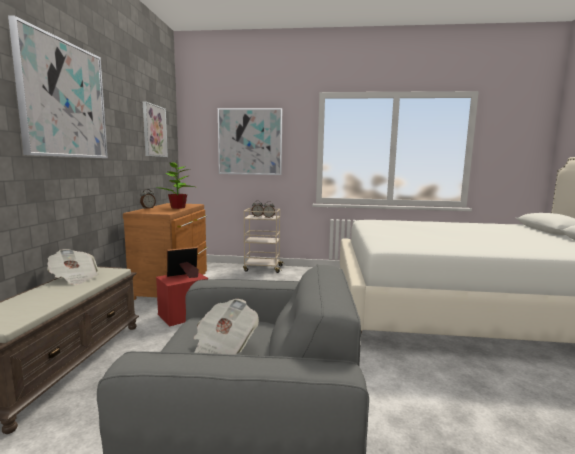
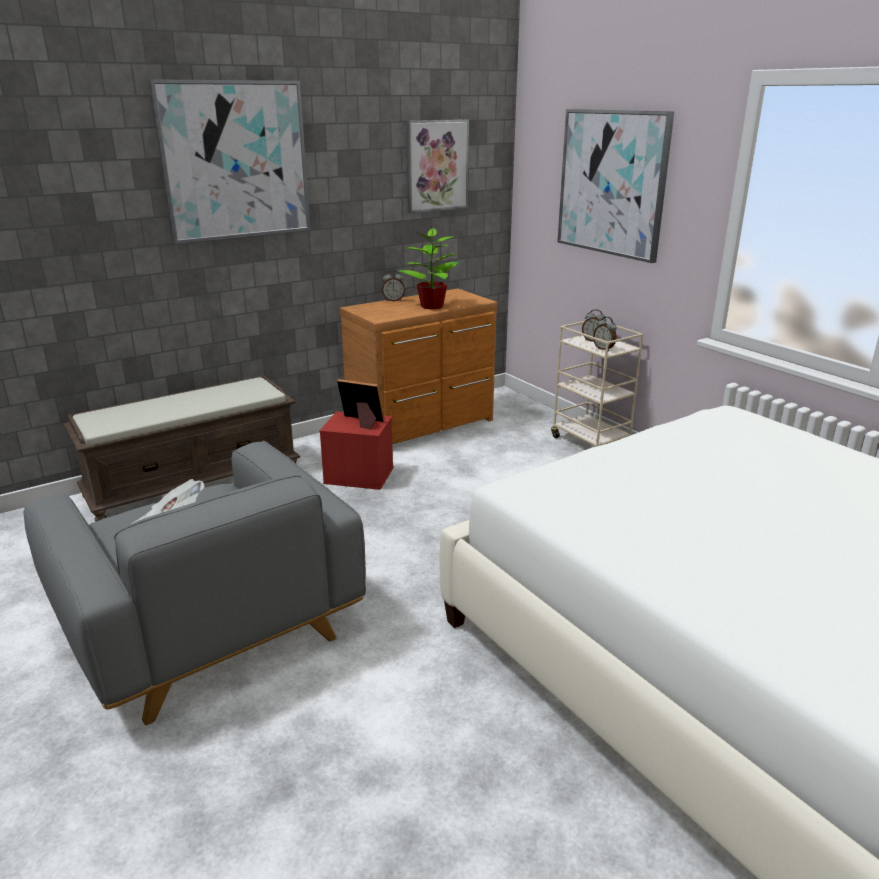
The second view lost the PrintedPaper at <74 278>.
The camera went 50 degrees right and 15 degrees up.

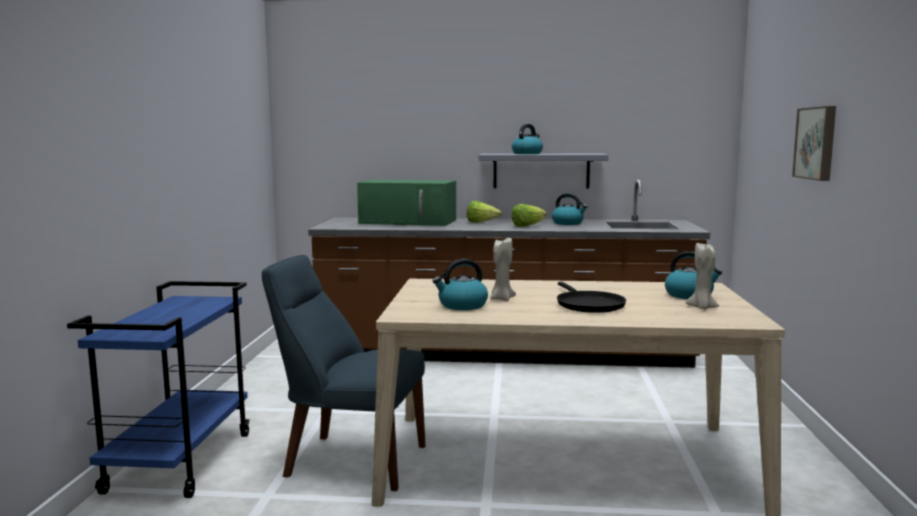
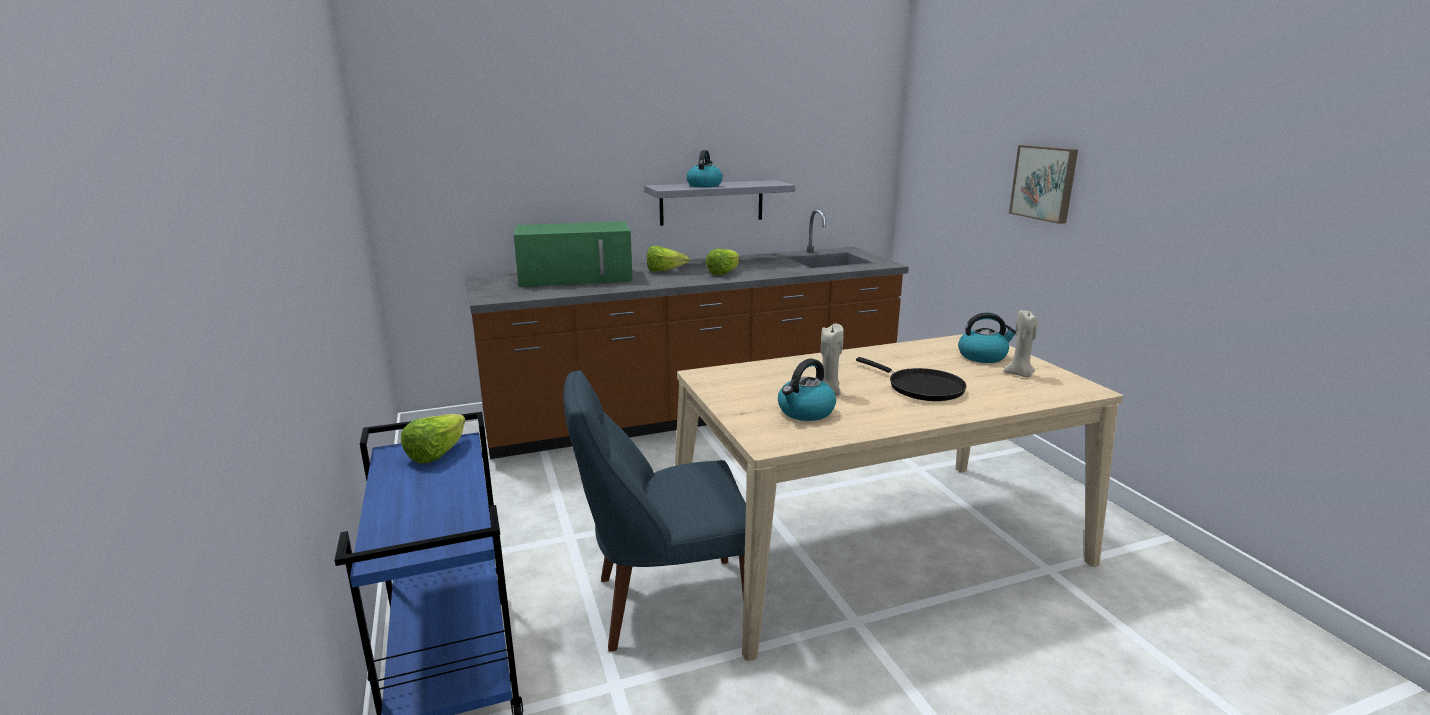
The second view lost the TeaKettle at <568 223>.
The second view gained the Lettuce at <437 454>.
The camera went 25 degrees left and 10 degrees up.

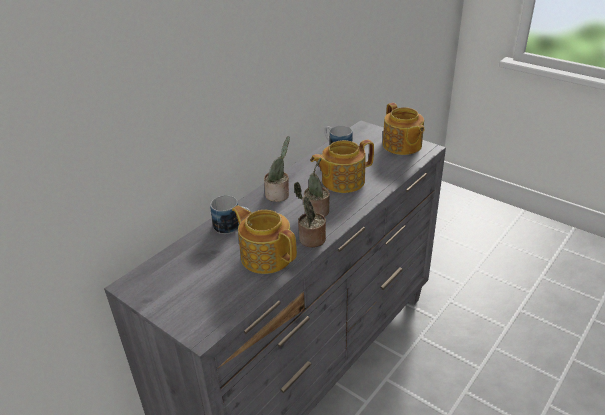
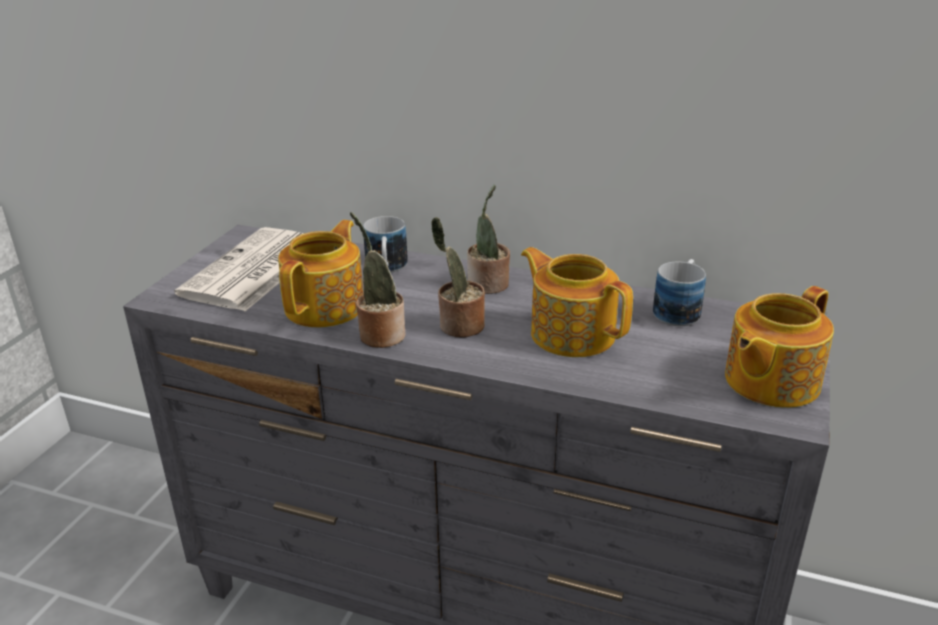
The second view gained the PrintedPaper at <253 271>.
The camera went 70 degrees right and 5 degrees down.

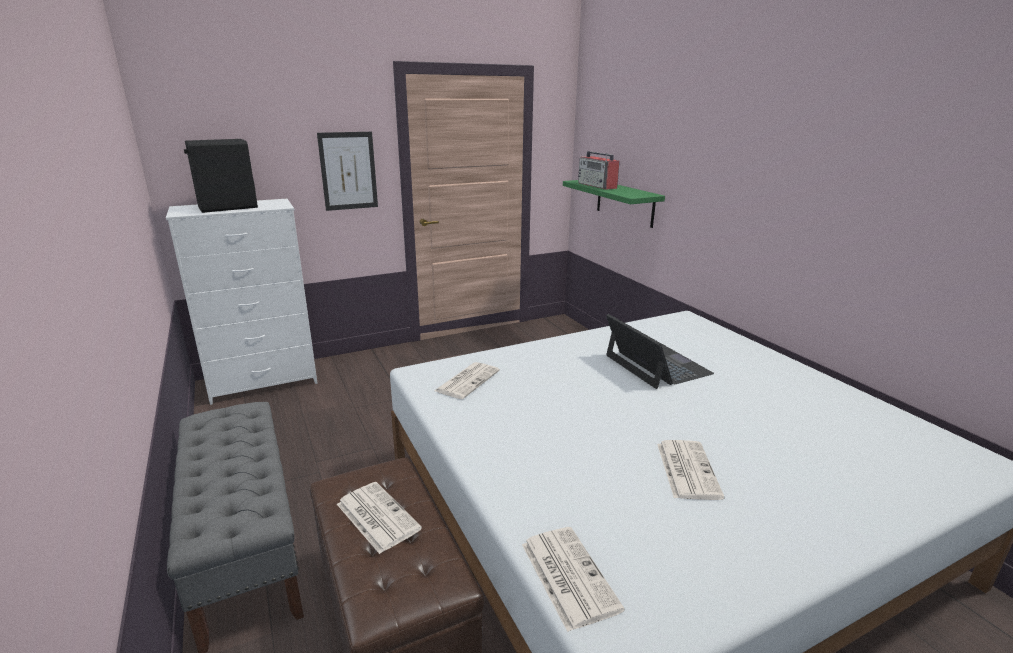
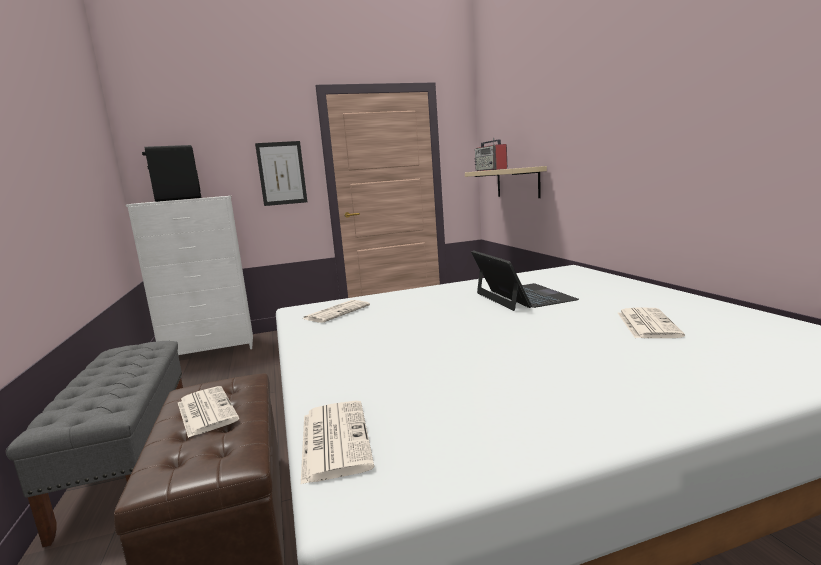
What was the GreenishBracketShelf at <625 202> turned into the BeigeBracketShelf at <517 182>.
The PrintedPaper ended up elsewhere, having gone from <686 469> to <646 324>.
The camera went 10 degrees right and 10 degrees down.

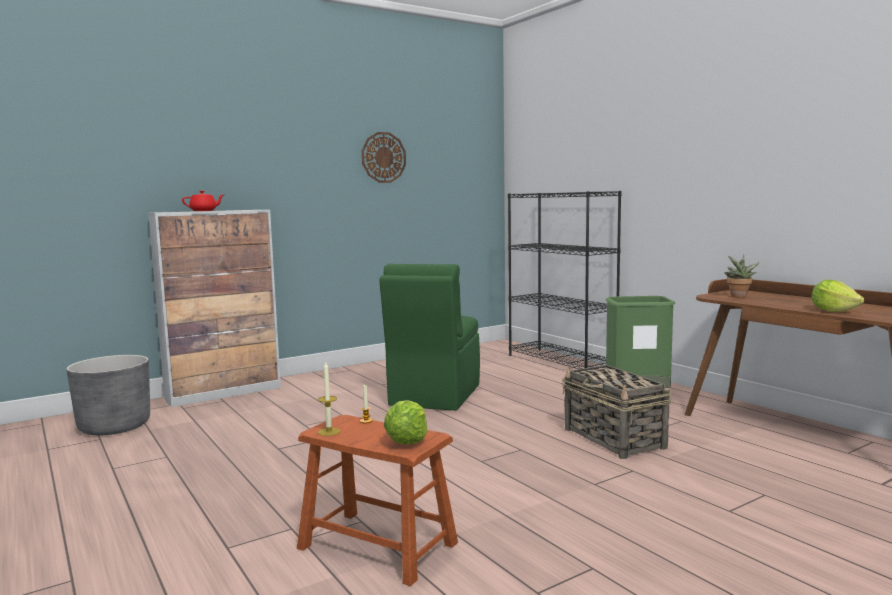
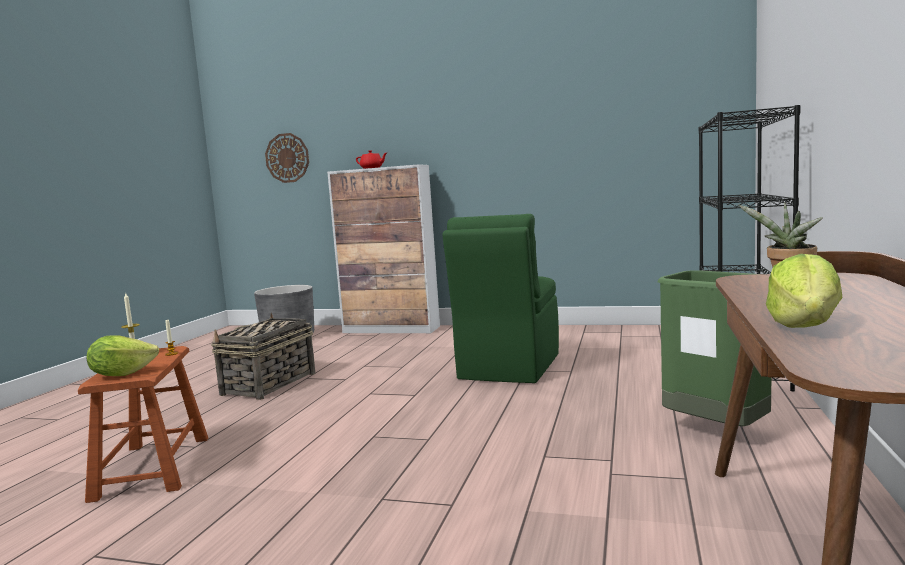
The HangingClock ended up elsewhere, having gone from <383 157> to <287 158>.
The GreenishPlainChair at <434 396> ended up facing another way, 45 degrees counterclockwise from before.
The Basket ended up elsewhere, having gone from <614 439> to <268 384>.
The camera went 50 degrees right and 0 degrees up.

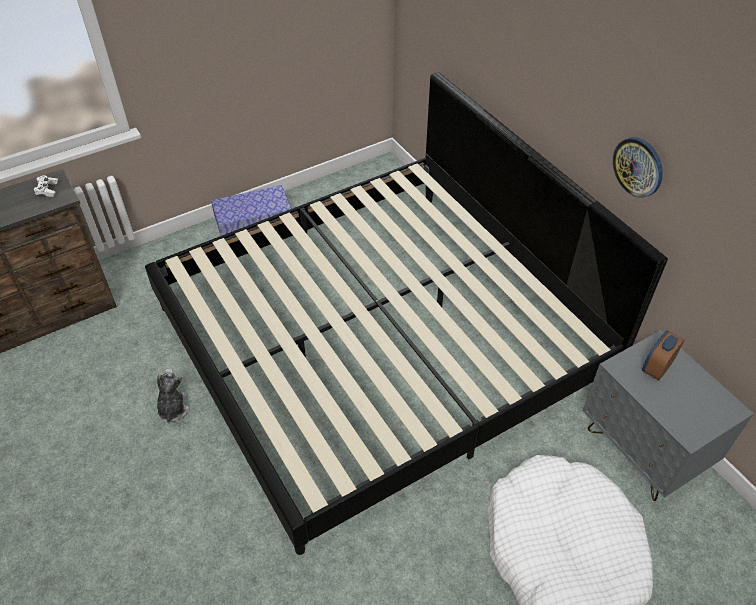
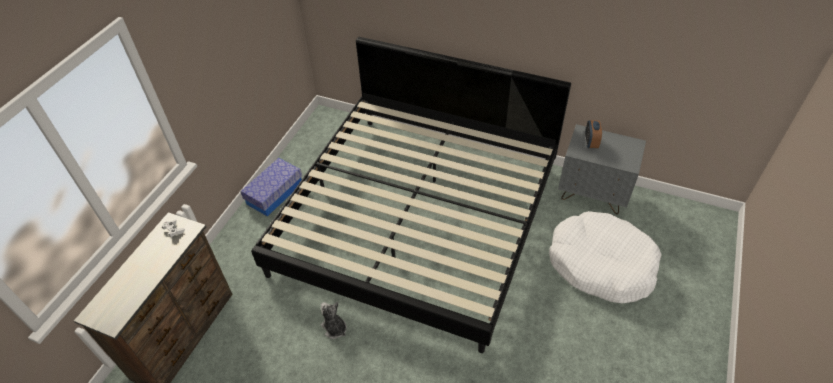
The second view lost the HangingClock at <638 166>.
The camera went 35 degrees left and 0 degrees up.

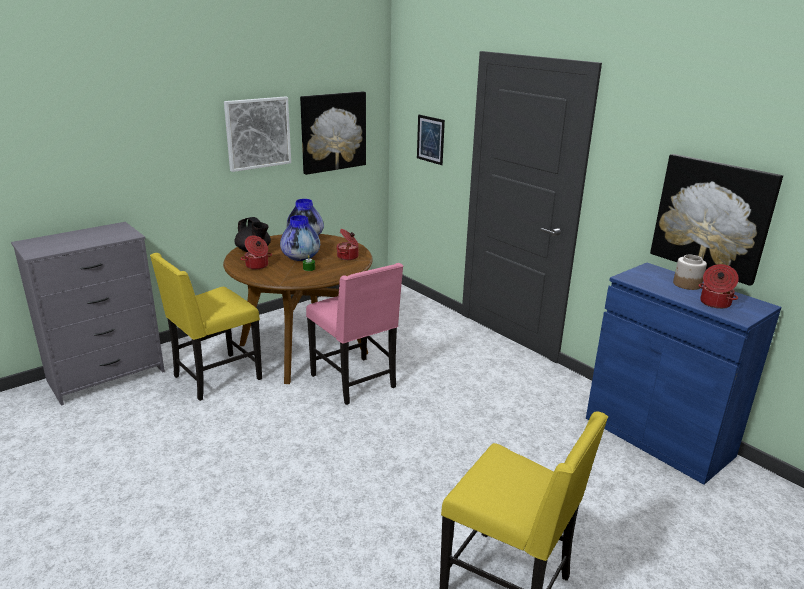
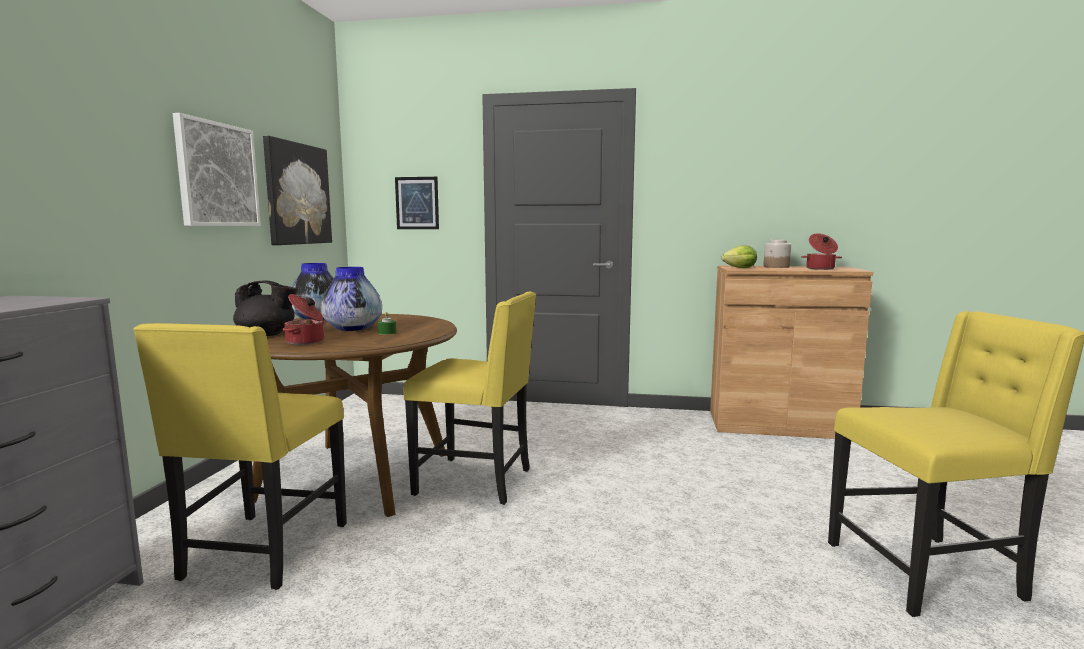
What was the PinkPlainChair at <355 382> turned into the YellowishPlainChair at <476 481>.
The second view lost the Saucepot at <348 257>.
What was the BlueStorageCabinet at <658 436> turned into the BrownishStorageCabinet at <778 425>.
The second view lost the WallPicture at <712 217>.
The second view gained the Lettuce at <738 268>.
The camera went 40 degrees left and 15 degrees down.

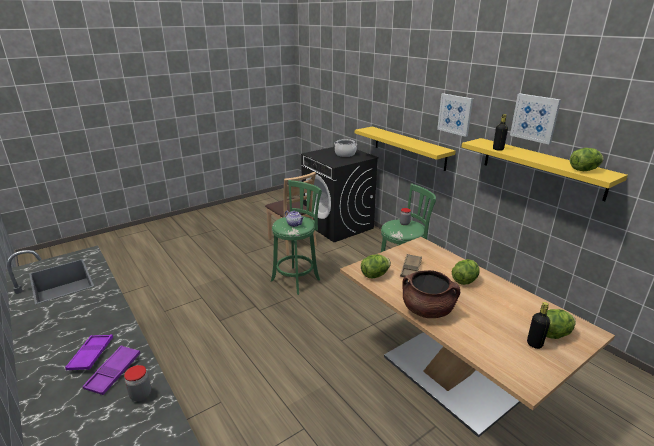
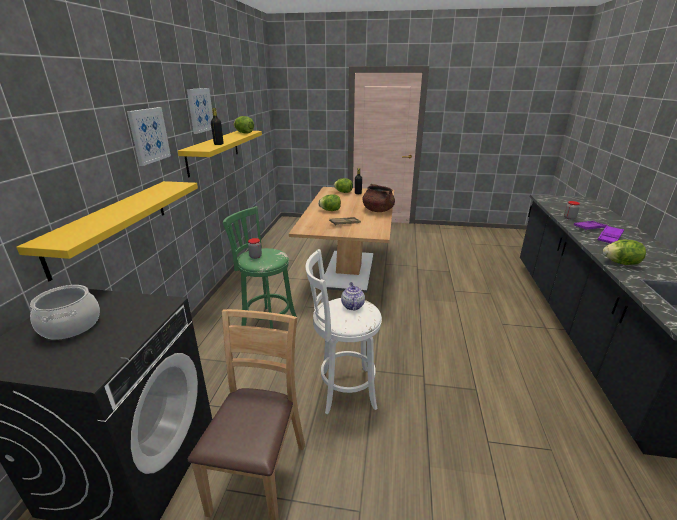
What was the GreenishSittingStool at <297 279> turned into the WhiteColouredSittingStool at <343 390>.
The Lettuce ended up elsewhere, having gone from <375 275> to <620 263>.
The camera went 135 degrees left and 0 degrees up.

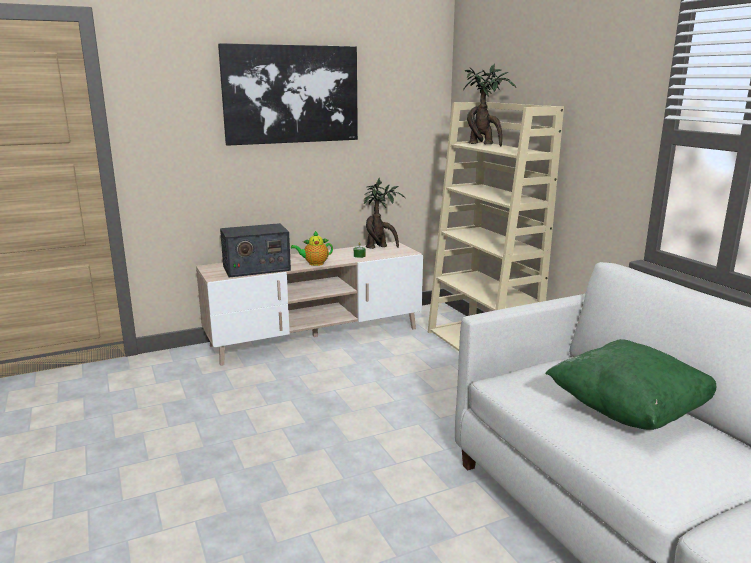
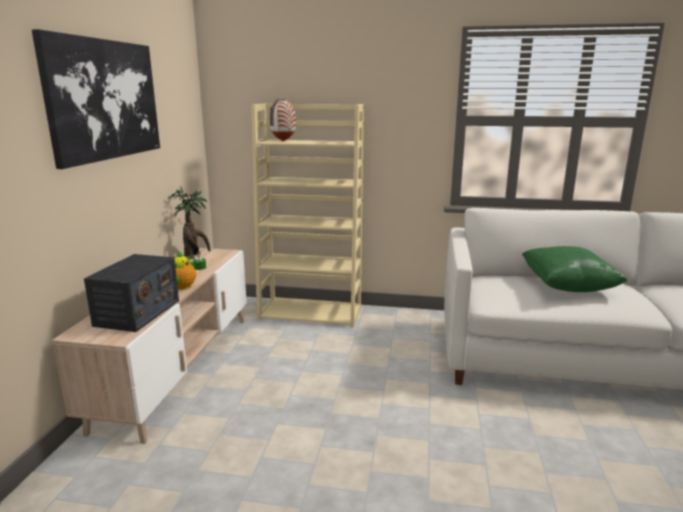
Where the PlantInAPot stood at <483 145>, the Vase came to stand at <283 141>.
The camera went 55 degrees left and 0 degrees up.

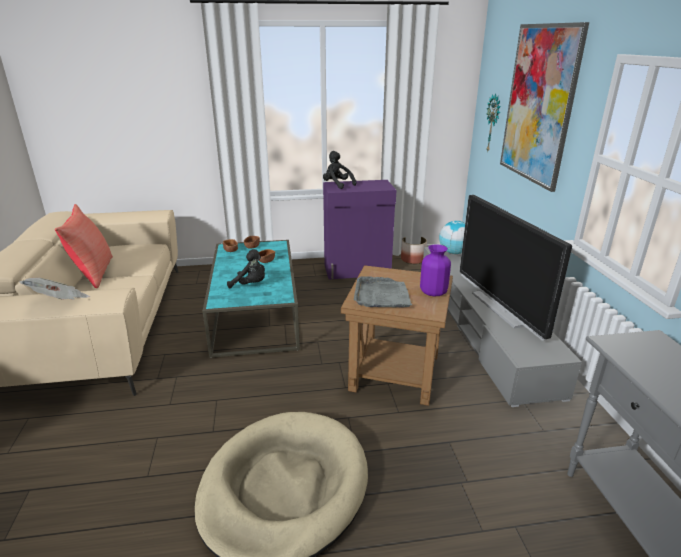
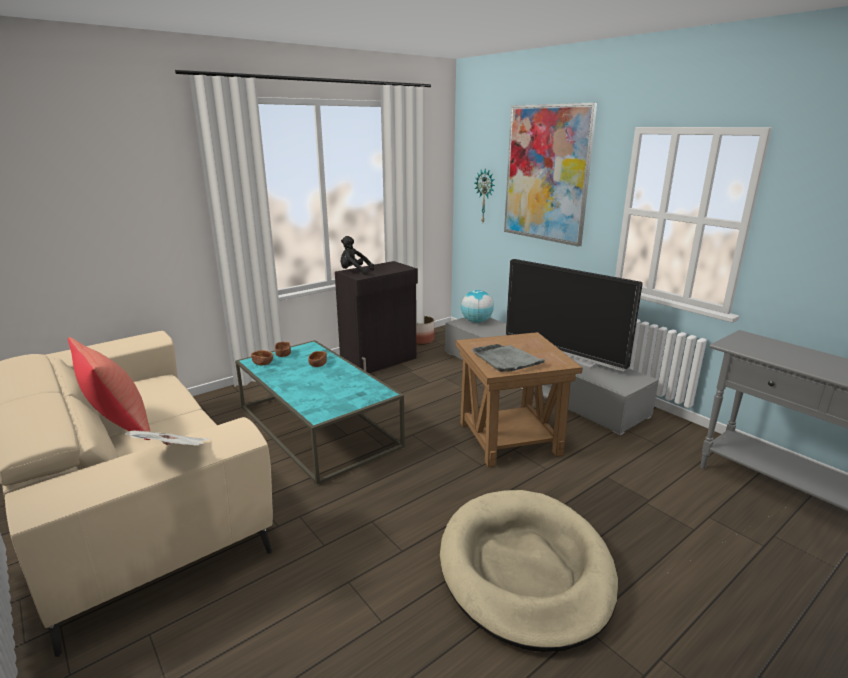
The second view lost the BlackColouredPlushToy at <250 285>.
What was the PurpleColouredStorageCabinet at <357 270> turned into the BlackColouredStorageCabinet at <380 361>.
The second view lost the PurpleColouredVase at <433 292>.
The camera went 30 degrees left and 5 degrees down.

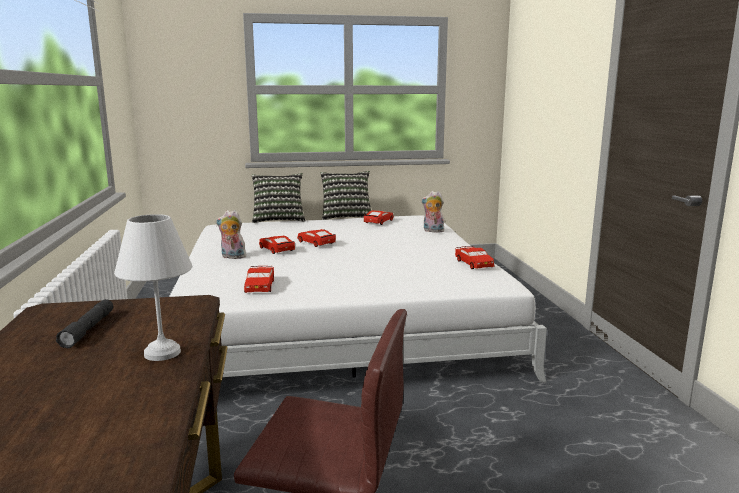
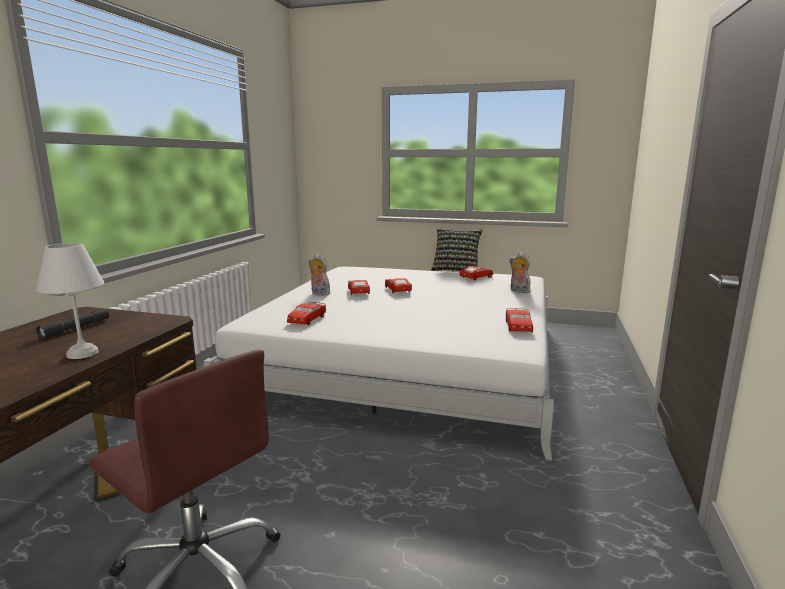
The second view lost the ThrowPillow at <278 219>.
The camera went 25 degrees right and 0 degrees up.

